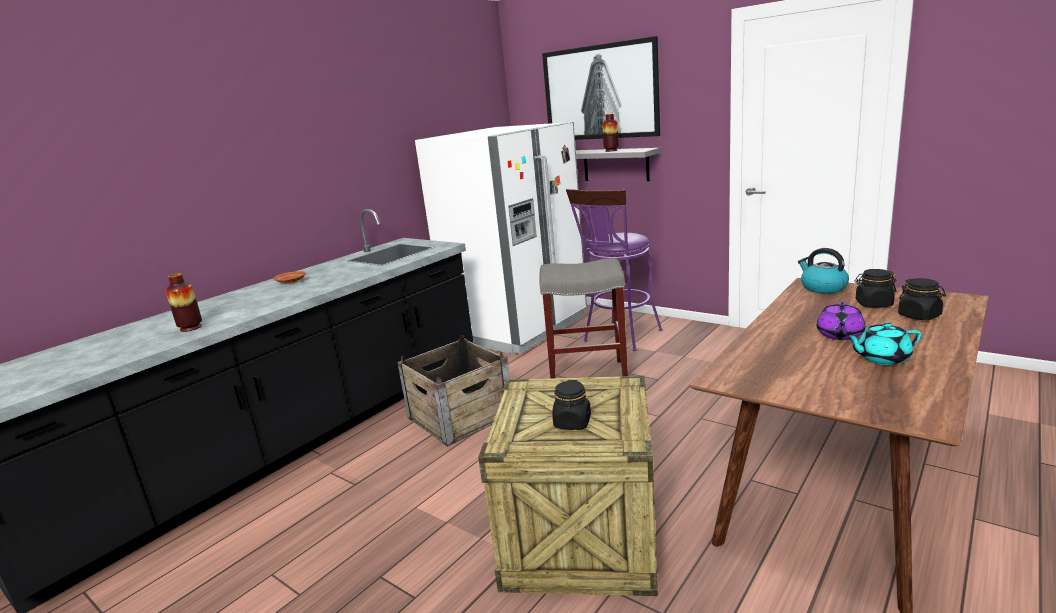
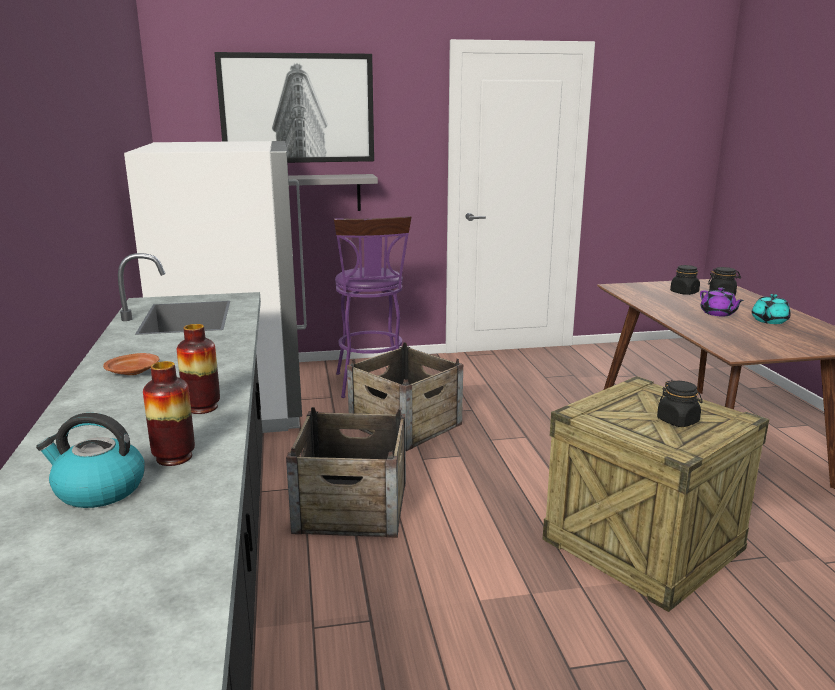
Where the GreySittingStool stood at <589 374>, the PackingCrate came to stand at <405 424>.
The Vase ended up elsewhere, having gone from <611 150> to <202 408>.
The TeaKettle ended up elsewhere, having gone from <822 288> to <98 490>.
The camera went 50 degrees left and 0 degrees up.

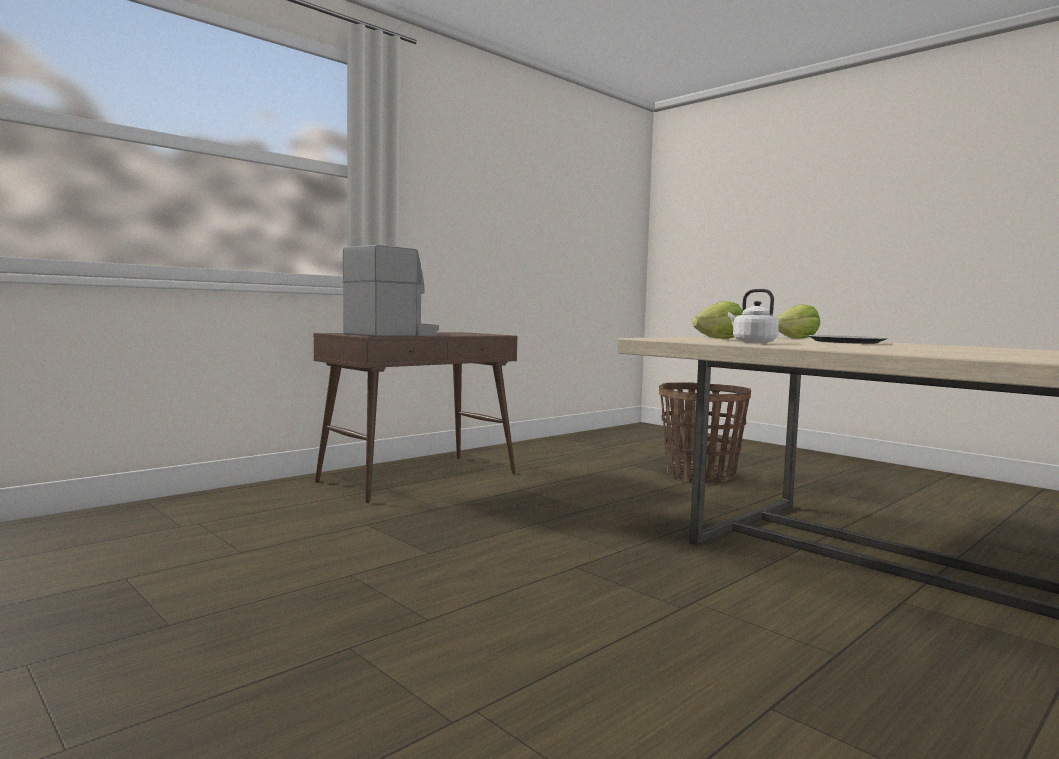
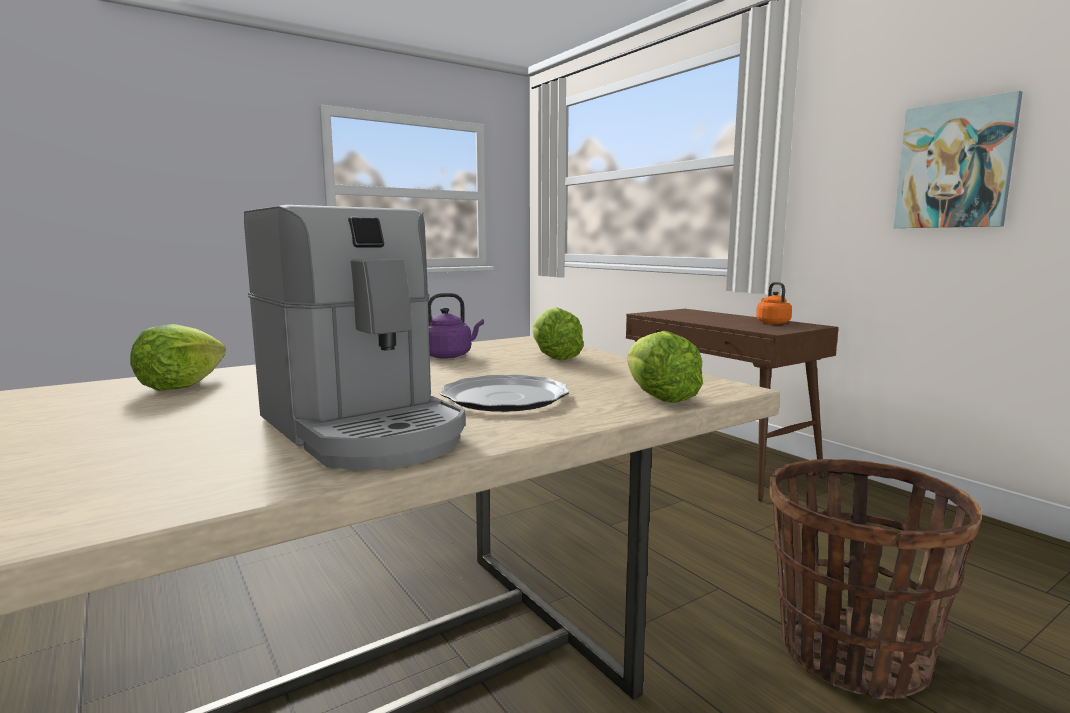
The CoffeeMachine ended up elsewhere, having gone from <394 334> to <363 429>.
What was the WhiteColouredTeaKettle at <752 342> turned into the PurpleColouredTeaKettle at <449 355>.
The second view gained the Lettuce at <181 385>.
The second view gained the OrangeColouredTeaKettle at <771 322>.
The second view gained the WallPicture at <954 165>.
The camera went 100 degrees right and 5 degrees up.

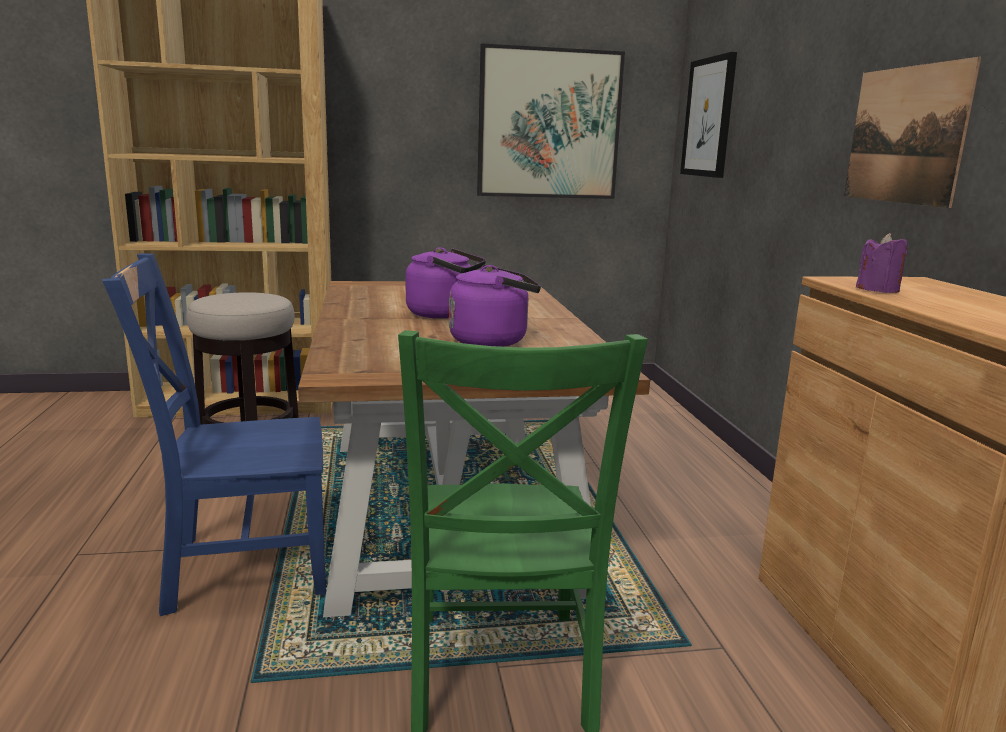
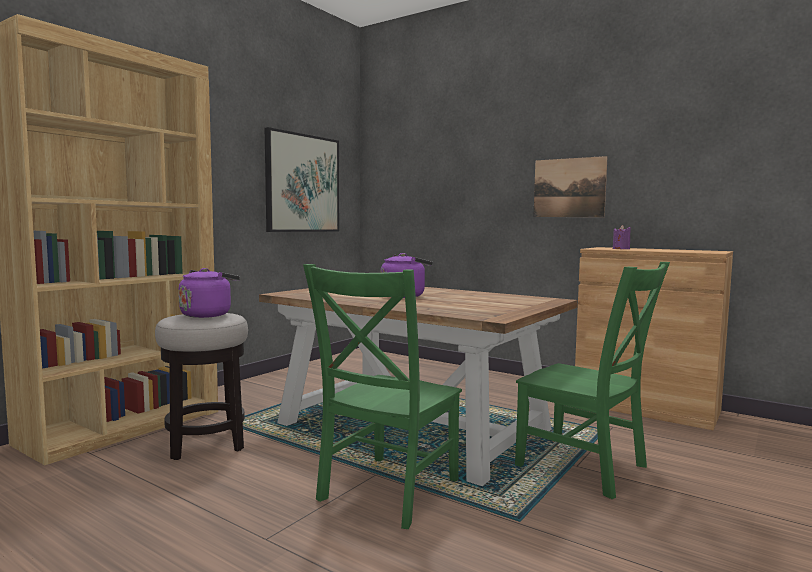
What was the BluePlainChair at <240 567> turned into the GreenishPlainChair at <386 492>.
The PurpleColouredTeaKettle ended up elsewhere, having gone from <493 341> to <208 314>.
The second view lost the WallPicture at <709 117>.
The camera went 45 degrees left and 10 degrees down.

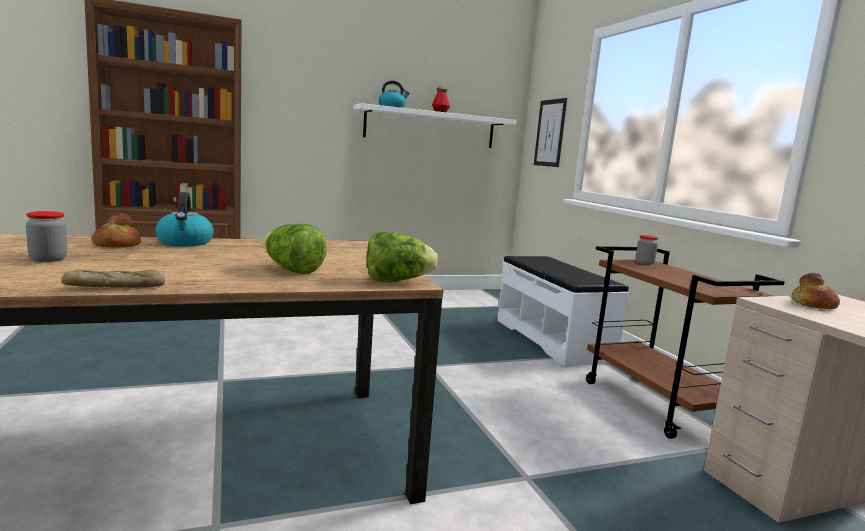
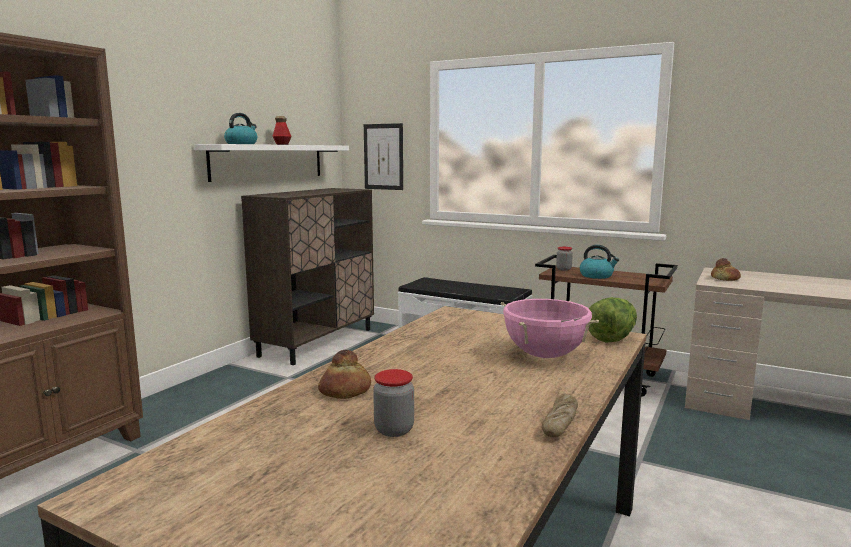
The TeaKettle ended up elsewhere, having gone from <185 243> to <597 276>.
Where the Lettuce stood at <292 270>, the PinkSaucepot came to stand at <545 355>.
The second view gained the BrownishStorageCabinet at <317 342>.
The camera went 40 degrees left and 0 degrees up.

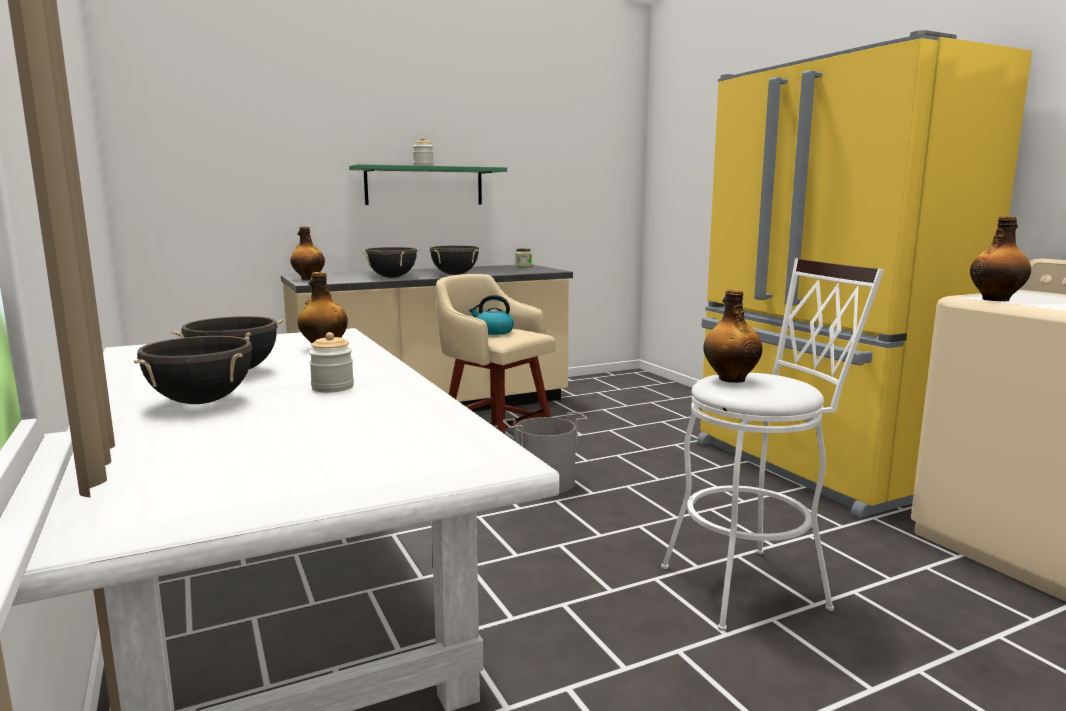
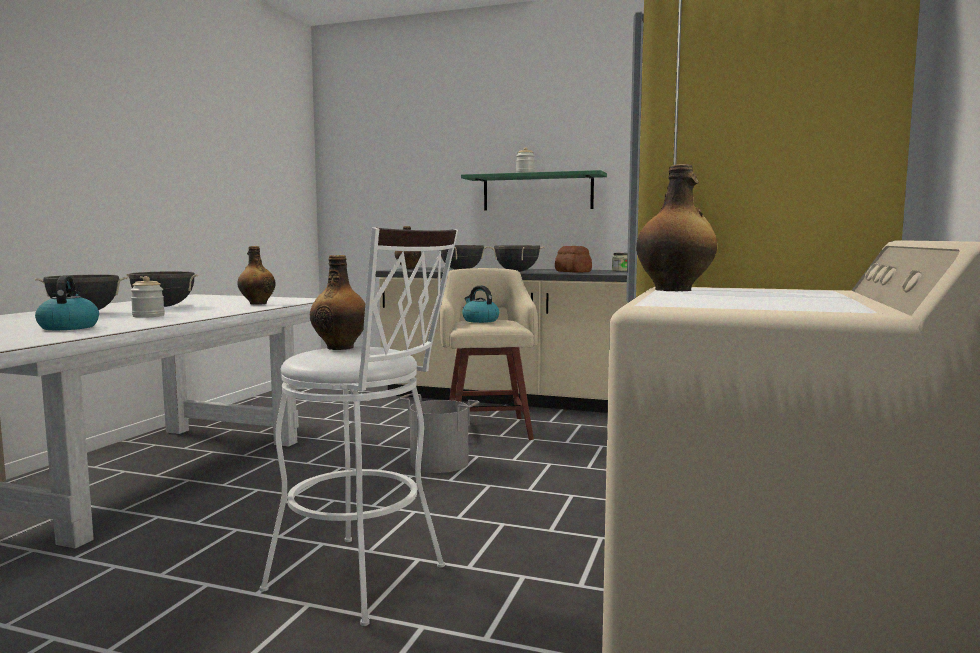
The second view gained the TeaKettle at <68 327>.
The second view gained the Bread at <573 272>.
The camera went 45 degrees right and 5 degrees down.

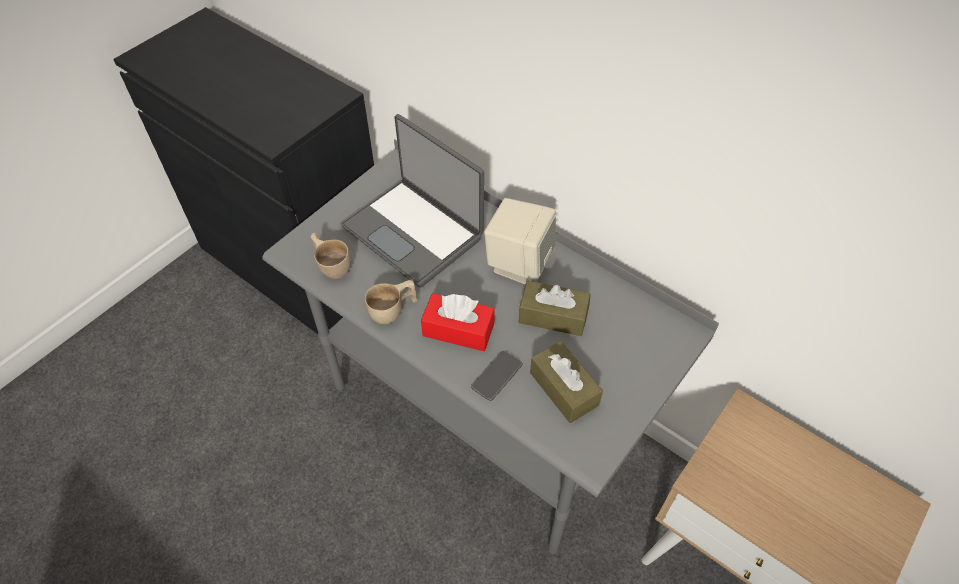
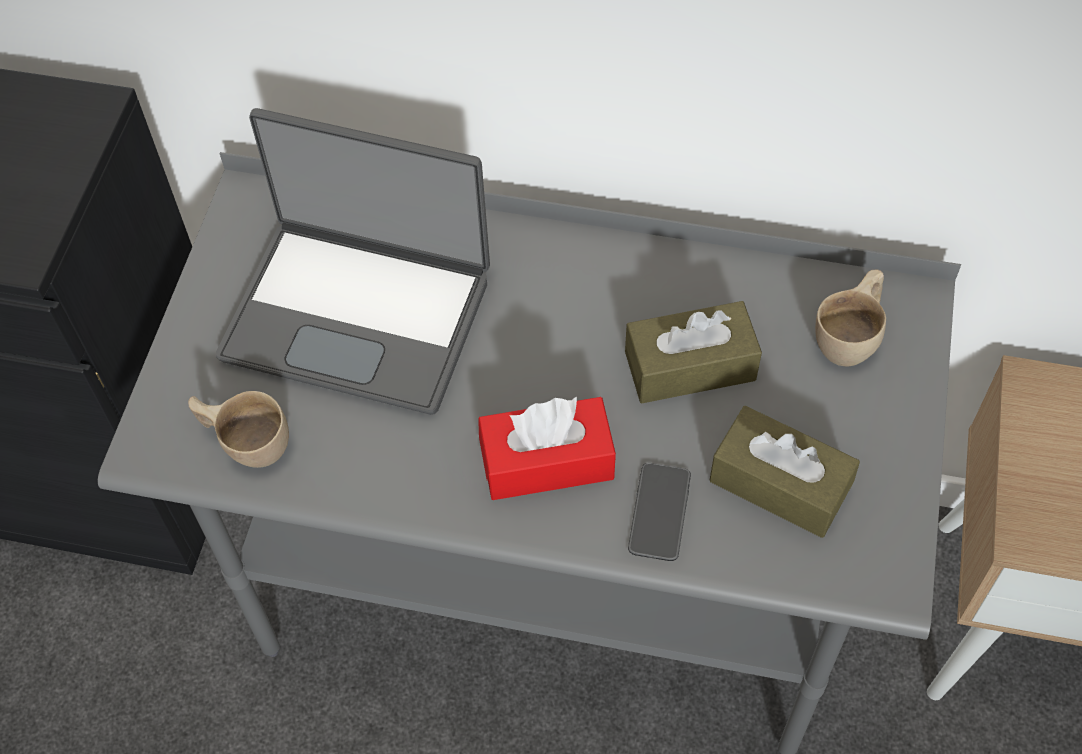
The BeigeCup ended up elsewhere, having gone from <393 311> to <852 336>.
The second view lost the BeigeSpeaker at <518 263>.
The camera went 25 degrees left and 5 degrees up.

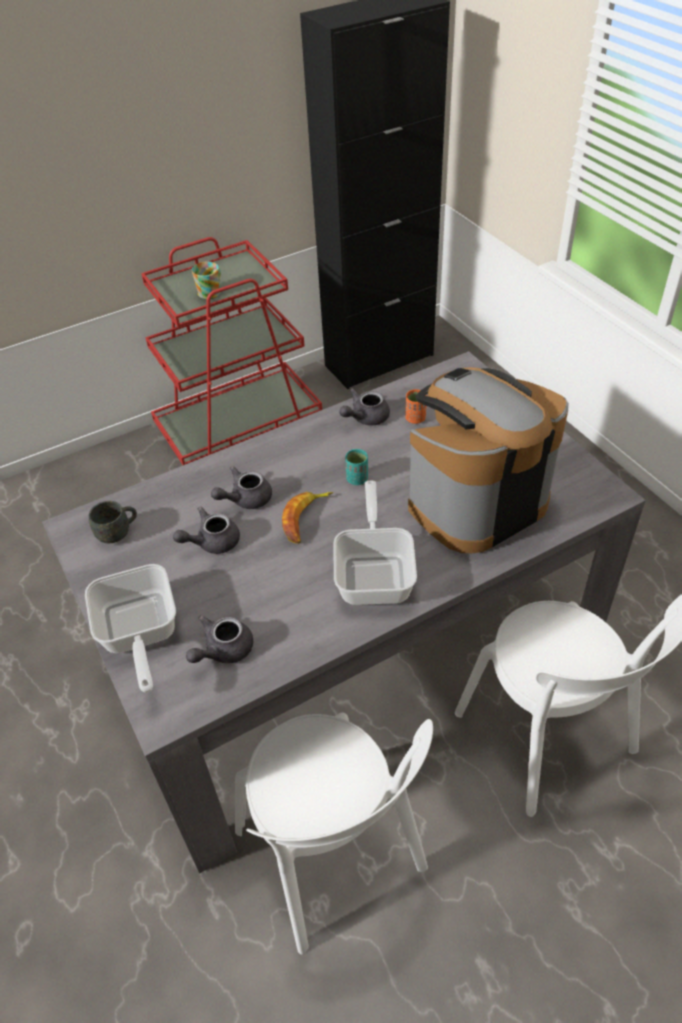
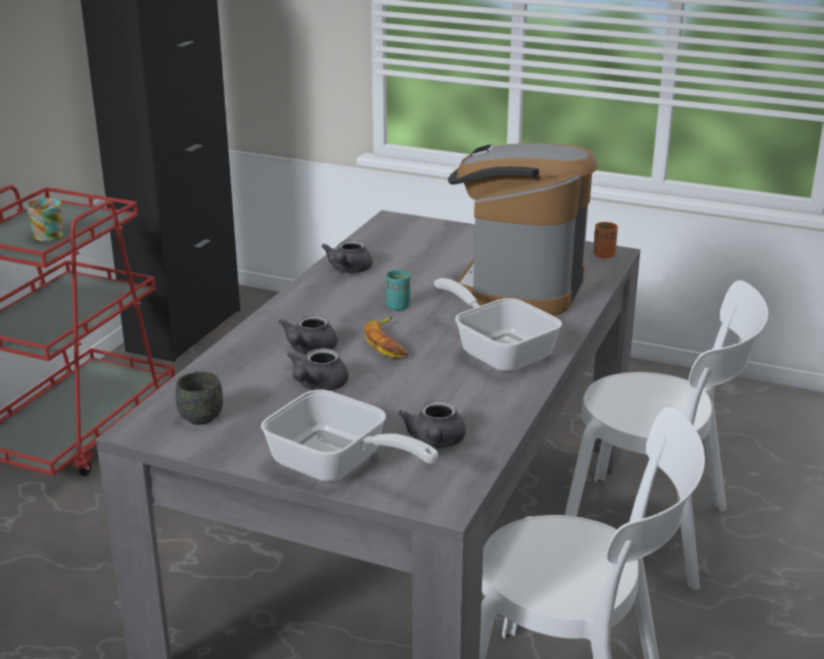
The OrangeColouredCup ended up elsewhere, having gone from <415 418> to <604 255>.
The camera went 40 degrees left and 20 degrees down.

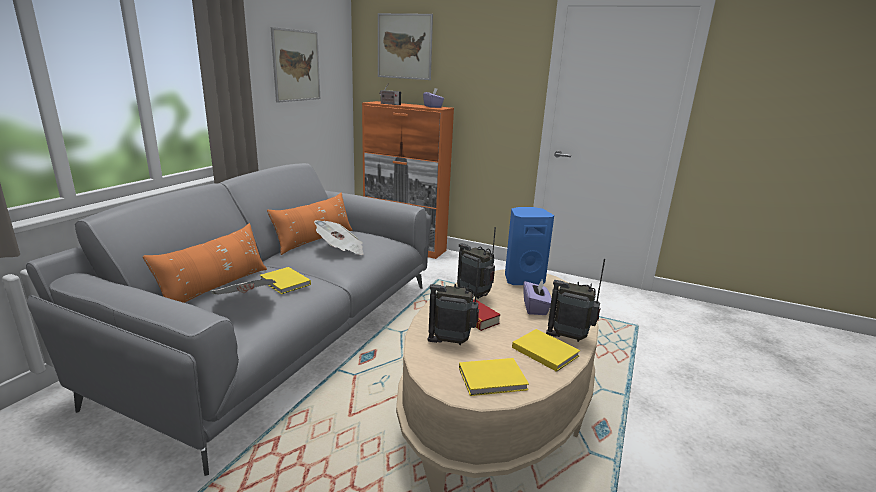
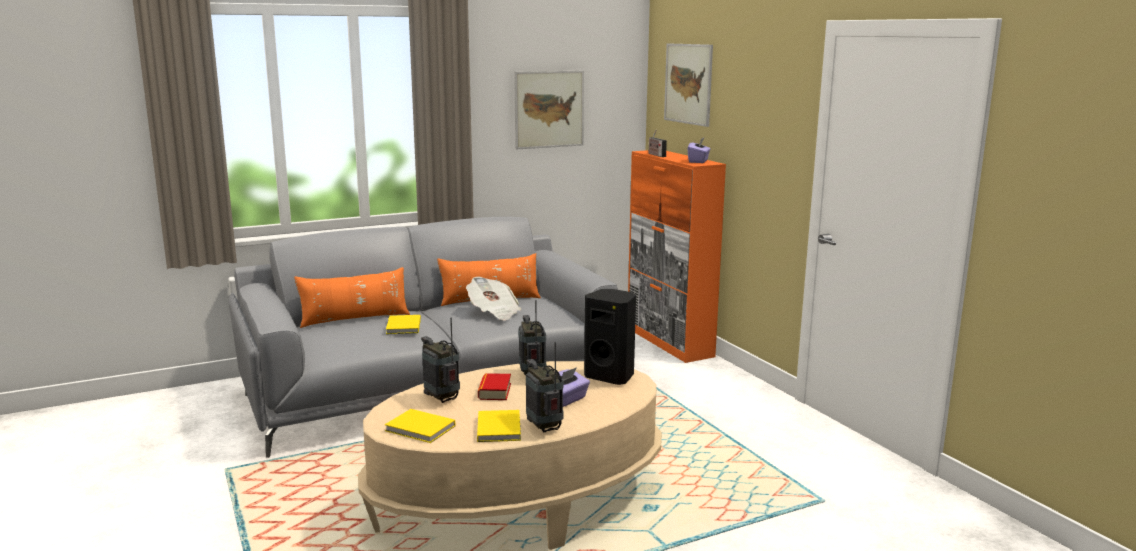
The second view lost the PrintedPaper at <245 302>.
What was the BlueSpeaker at <523 279> turned into the BlackColouredSpeaker at <610 376>.
The camera went 40 degrees right and 5 degrees down.

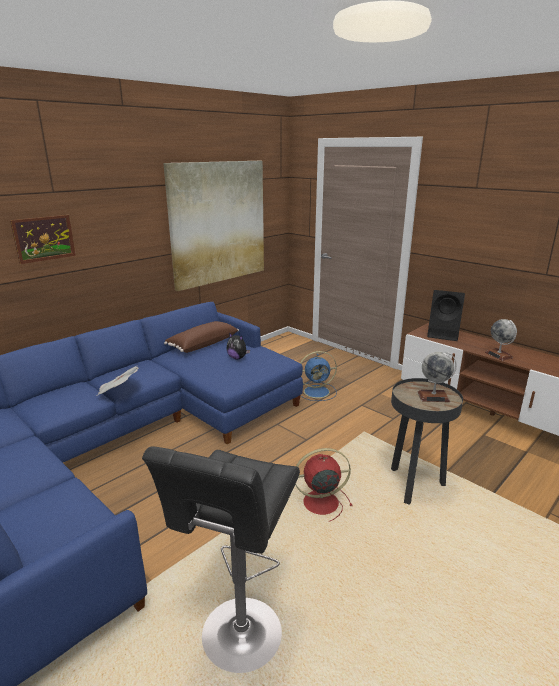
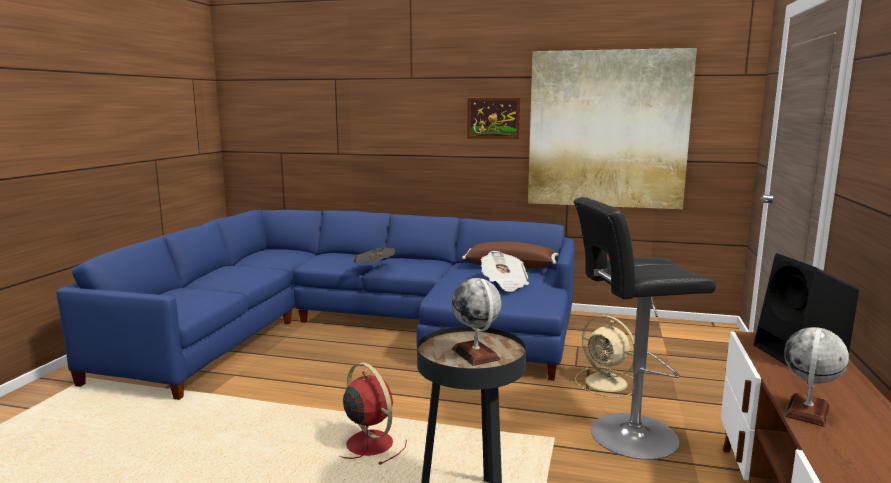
The WallPicture ended up elsewhere, having gone from <44 238> to <493 118>.
The BlackColouredSittingStool ended up elsewhere, having gone from <239 640> to <627 436>.
Where the PlushToy stood at <237 358>, the PrintedPaper came to stand at <504 284>.
What was the BlueCoolingFan at <318 391> turned into the BeigeCoolingFan at <607 383>.
The camera went 60 degrees right and 10 degrees down.

